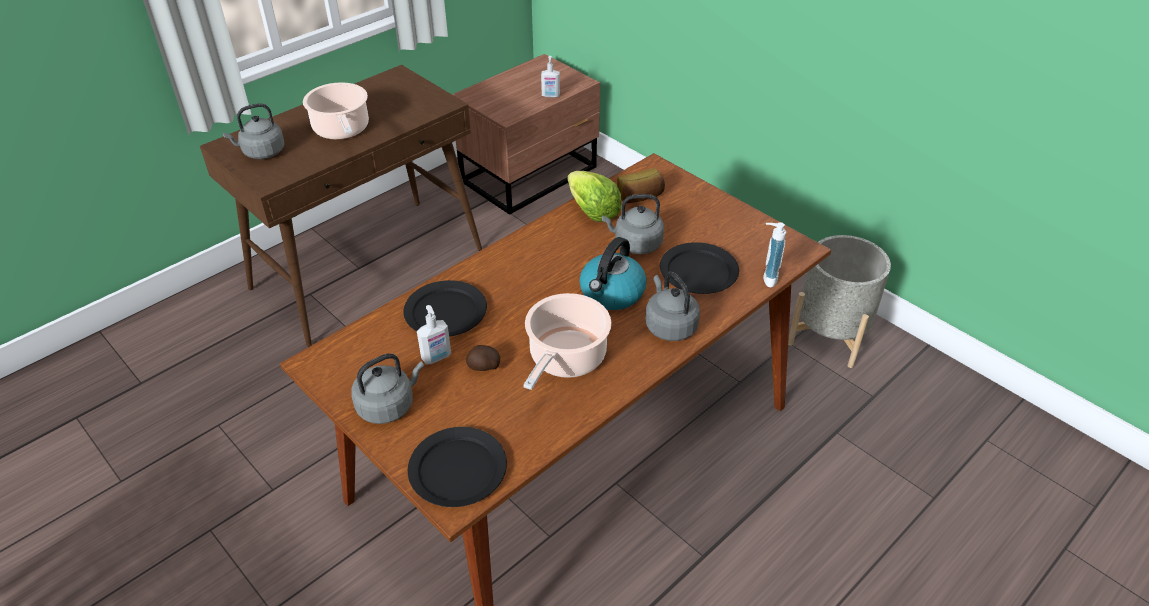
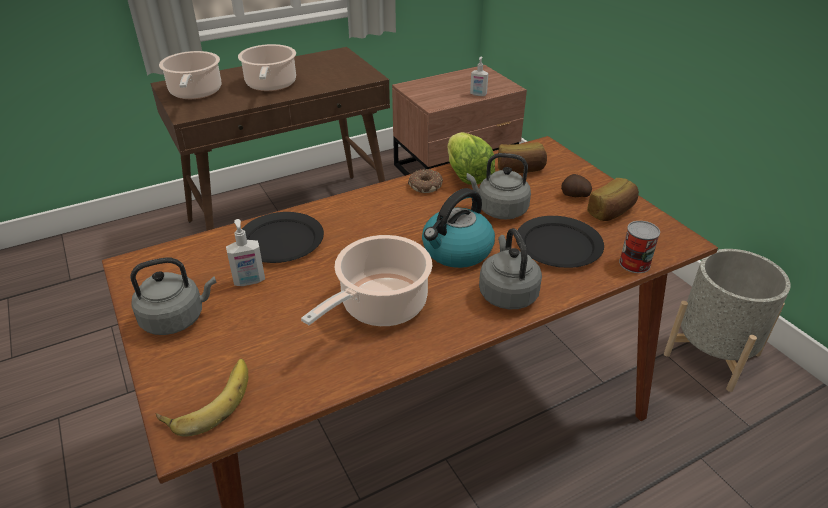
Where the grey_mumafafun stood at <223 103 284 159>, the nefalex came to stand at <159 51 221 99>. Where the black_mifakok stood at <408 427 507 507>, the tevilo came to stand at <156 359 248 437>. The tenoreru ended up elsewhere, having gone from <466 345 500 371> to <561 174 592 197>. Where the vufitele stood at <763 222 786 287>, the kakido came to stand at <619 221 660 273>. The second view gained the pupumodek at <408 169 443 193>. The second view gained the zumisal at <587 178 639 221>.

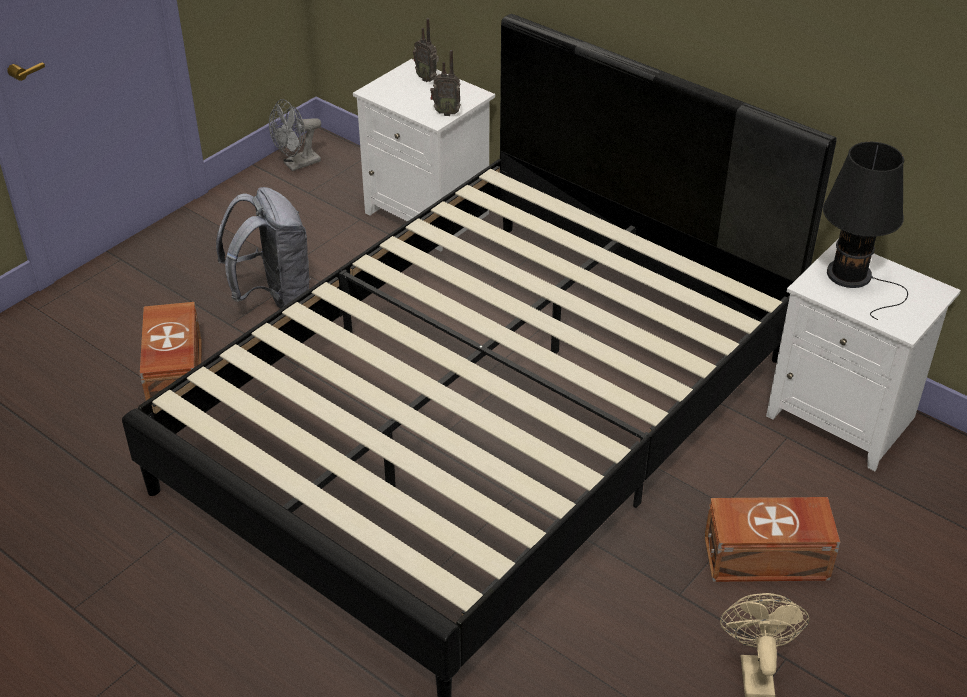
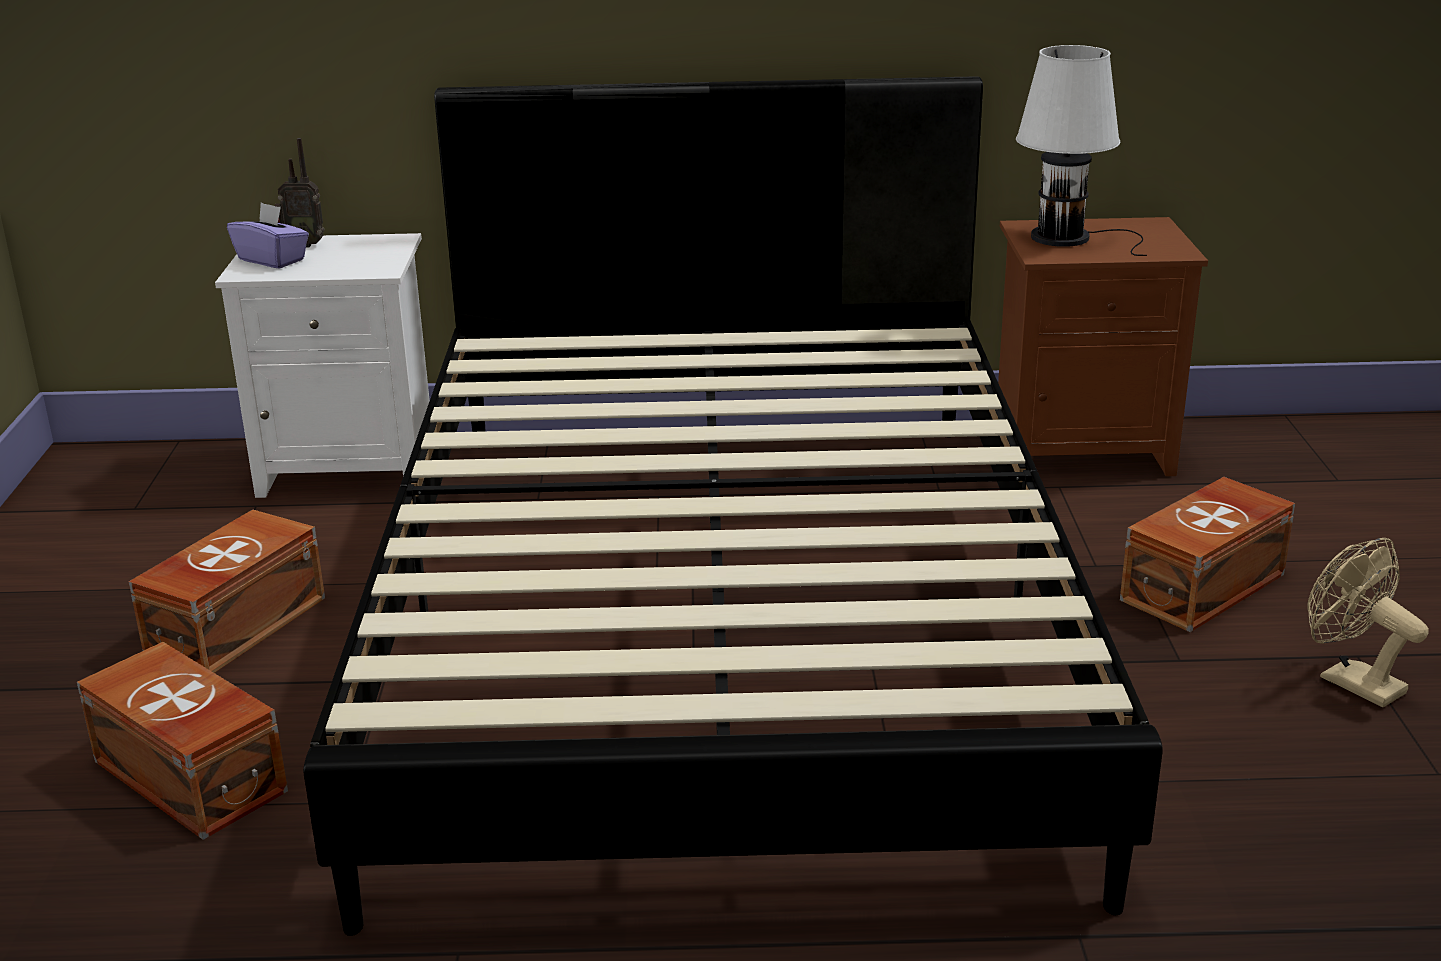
Where the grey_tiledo stood at <216 187 311 309>, the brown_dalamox came to stand at <129 510 325 673>. The second view lost the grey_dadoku at <269 99 321 171>. The second view lost the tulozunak at <430 50 461 116>. What was the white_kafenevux at <766 239 961 471> turned into the brown_kafenevux at <998 217 1208 476>. What was the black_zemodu at <823 142 908 320> turned into the white_zemodu at <1016 45 1147 256>. The second view gained the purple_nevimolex at <227 202 309 269>.

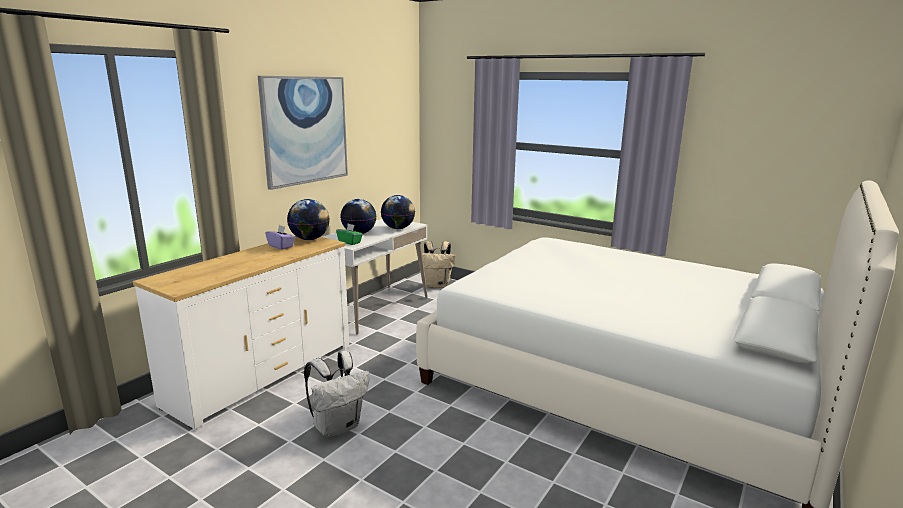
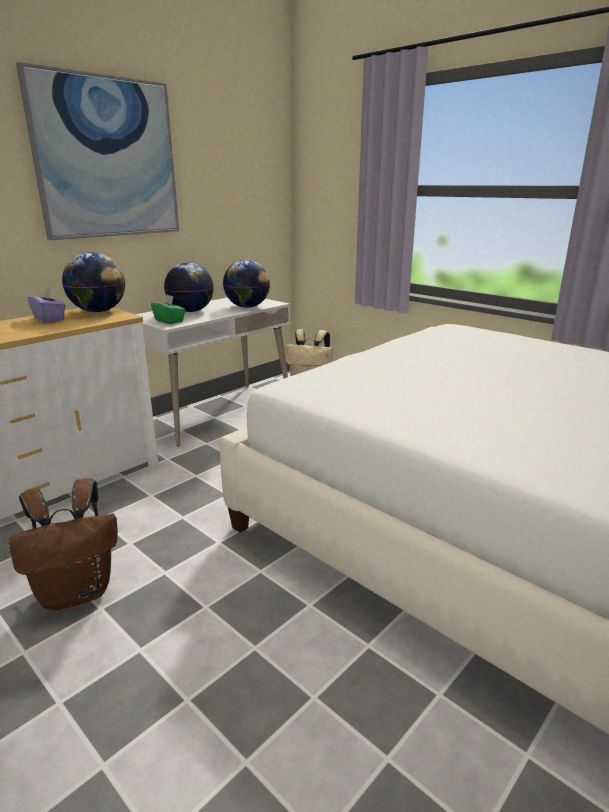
What was the white_tiledo at <304 351 370 437> turned into the brown_tiledo at <8 478 118 611>.

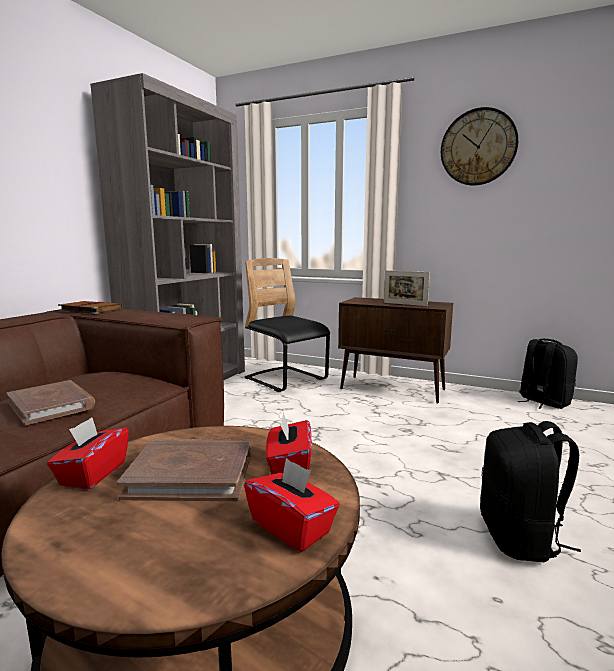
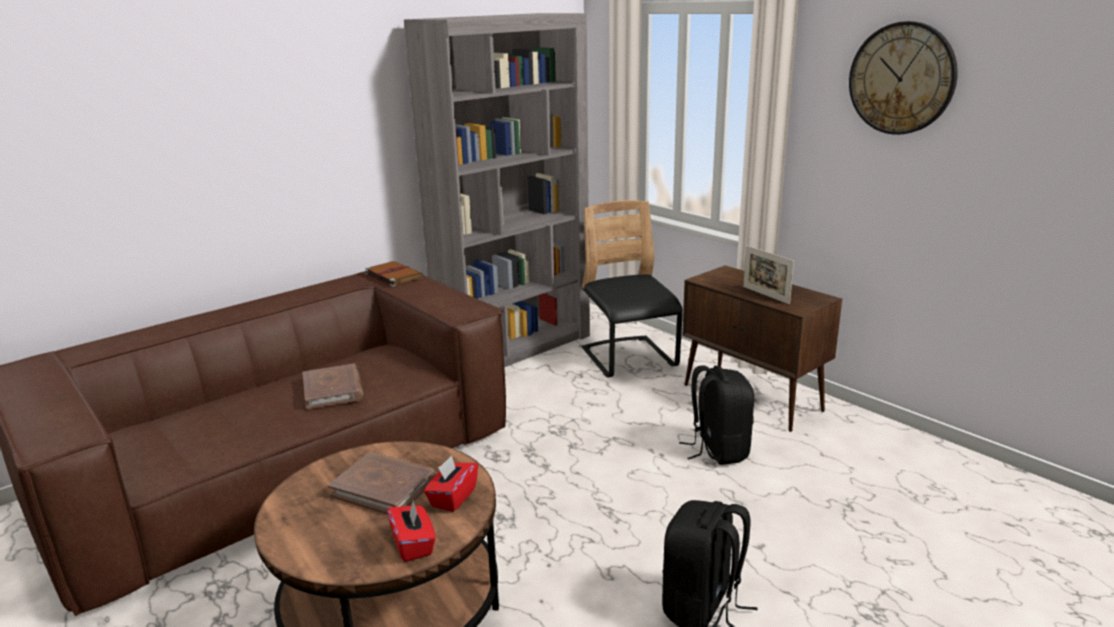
The second view lost the red_nevimolex at <47 417 129 489>. The black_tiledo ended up elsewhere, having gone from <518 339 578 409> to <679 365 754 465>.

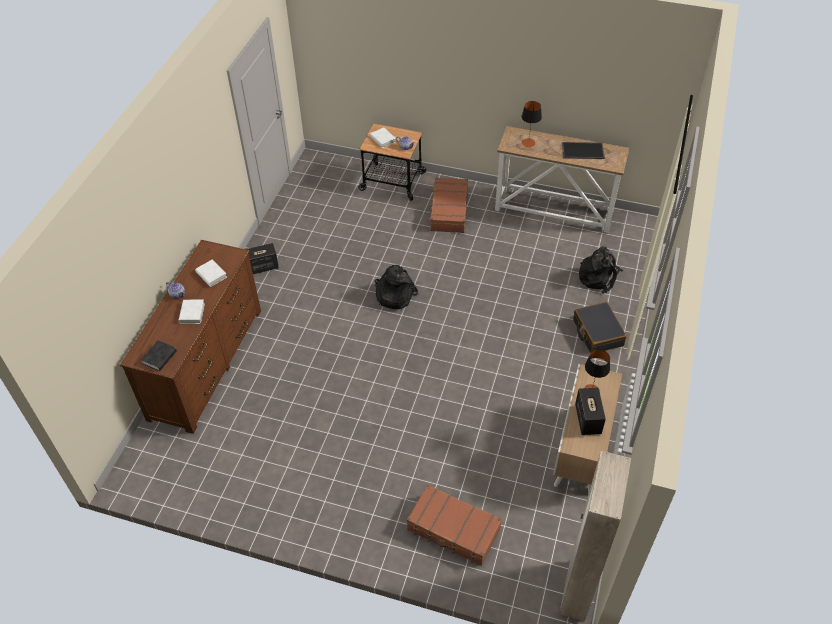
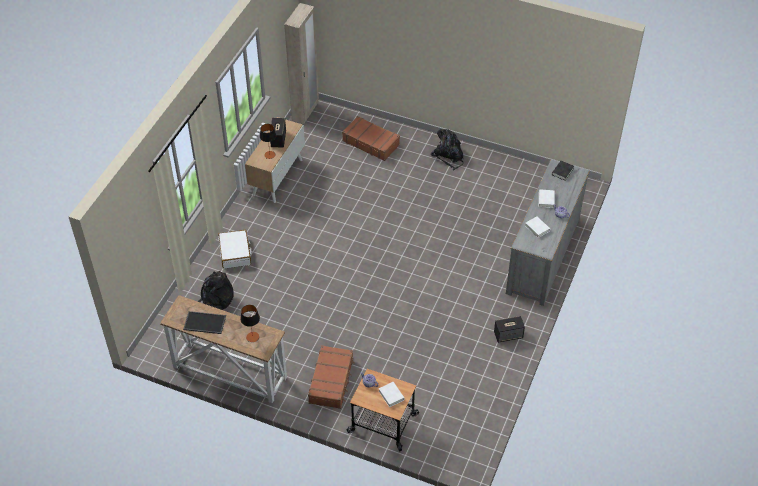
What was the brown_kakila at <120 240 261 434> turned into the grey_kakila at <506 160 590 306>. The black_tiledo ended up elsewhere, having gone from <374 265 418 309> to <431 129 464 170>. What was the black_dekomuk at <573 302 627 353> turned into the white_dekomuk at <218 230 252 269>.

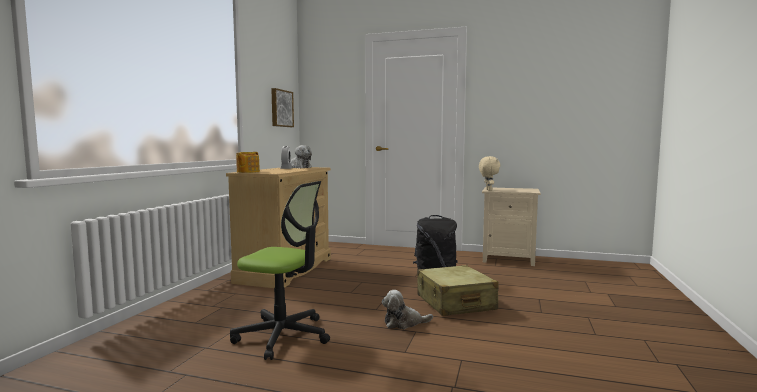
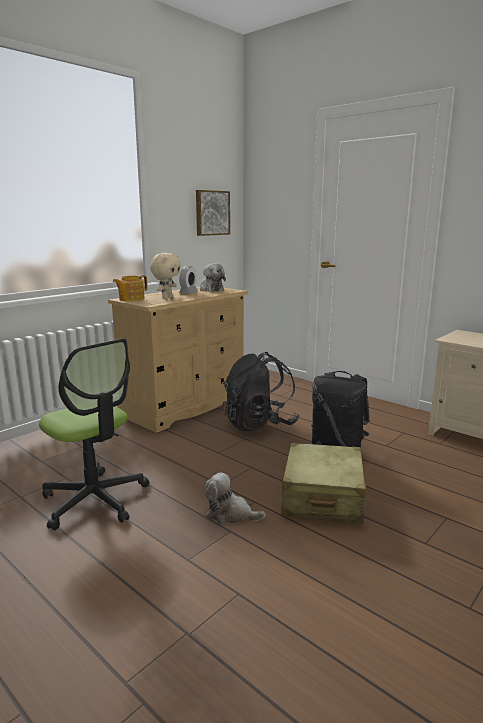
The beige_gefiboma ended up elsewhere, having gone from <479 156 500 191> to <150 253 181 299>. The second view gained the black_tiledo at <222 352 299 431>.

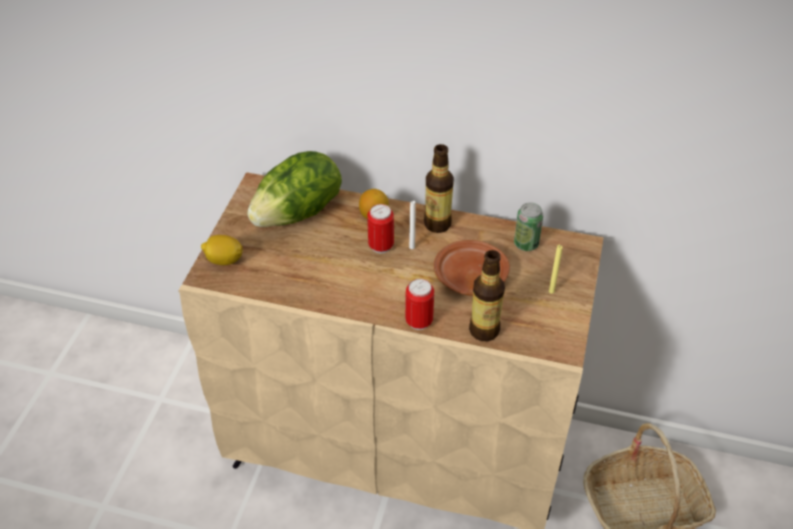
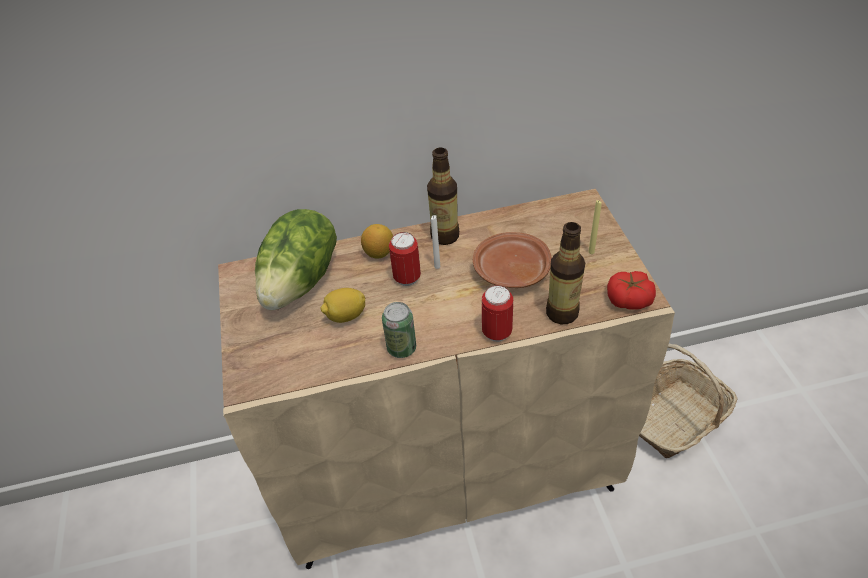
The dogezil ended up elsewhere, having gone from <201 235 243 265> to <321 288 365 323>. The kakido ended up elsewhere, having gone from <514 202 543 251> to <382 302 416 358>. The second view gained the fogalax at <607 271 656 310>.

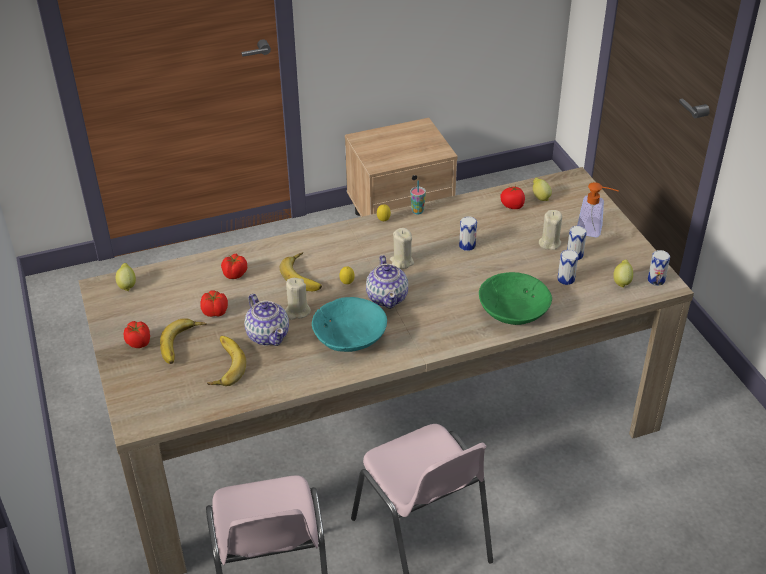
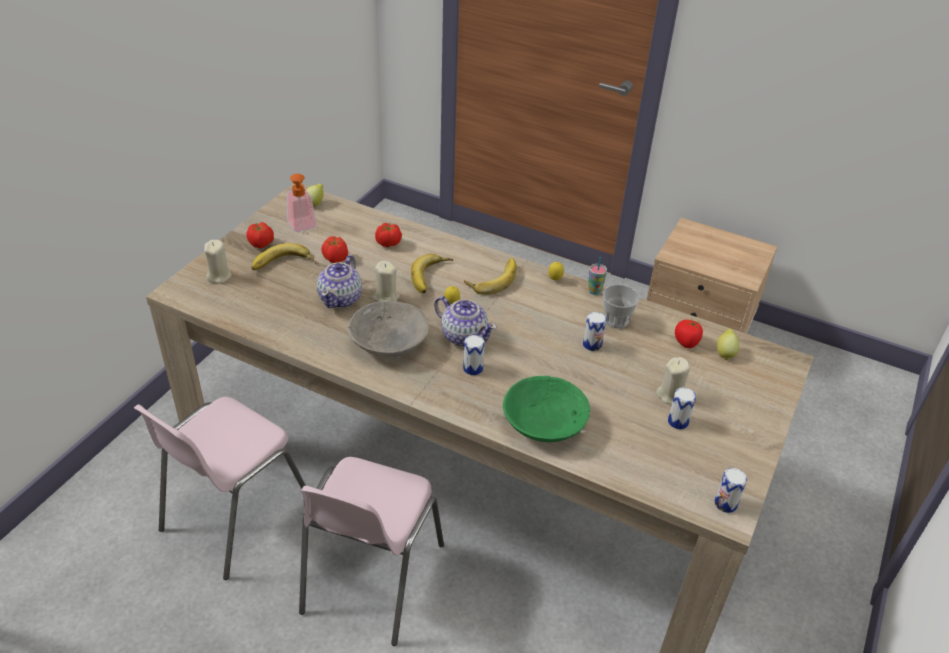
The tevilo ended up elsewhere, having gone from <207 336 246 386> to <464 258 517 295>. What was the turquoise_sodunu at <312 297 387 352> turned into the grey_sodunu at <348 301 429 357>. The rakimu at <366 255 408 309> ended up facing another way, 90 degrees counterclockwise from before. The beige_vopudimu ended up elsewhere, having gone from <390 228 414 269> to <204 240 232 284>. The kakido ended up elsewhere, having gone from <557 250 578 285> to <463 335 485 375>. The vufitele ended up elsewhere, having gone from <577 182 619 237> to <287 174 317 232>. The second view lost the dogezil at <613 260 633 288>. The second view gained the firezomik at <603 284 639 329>.

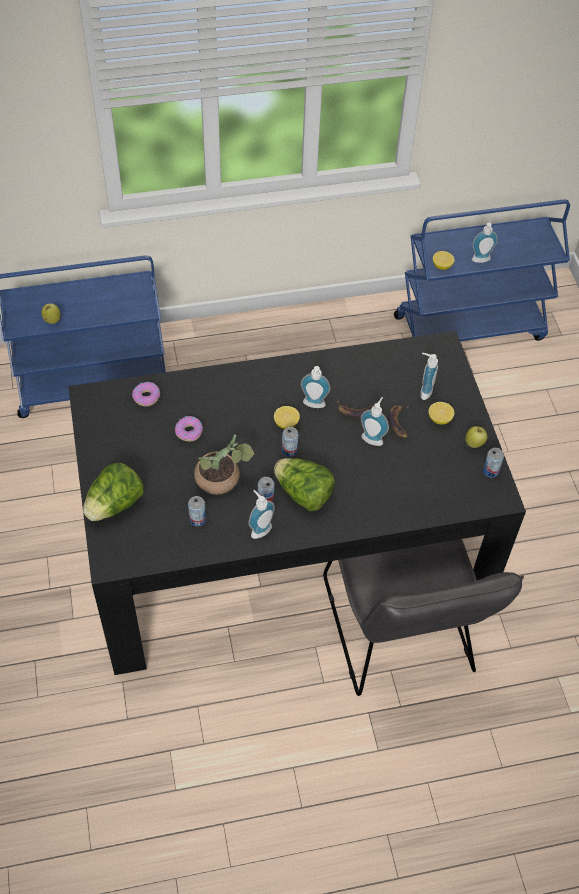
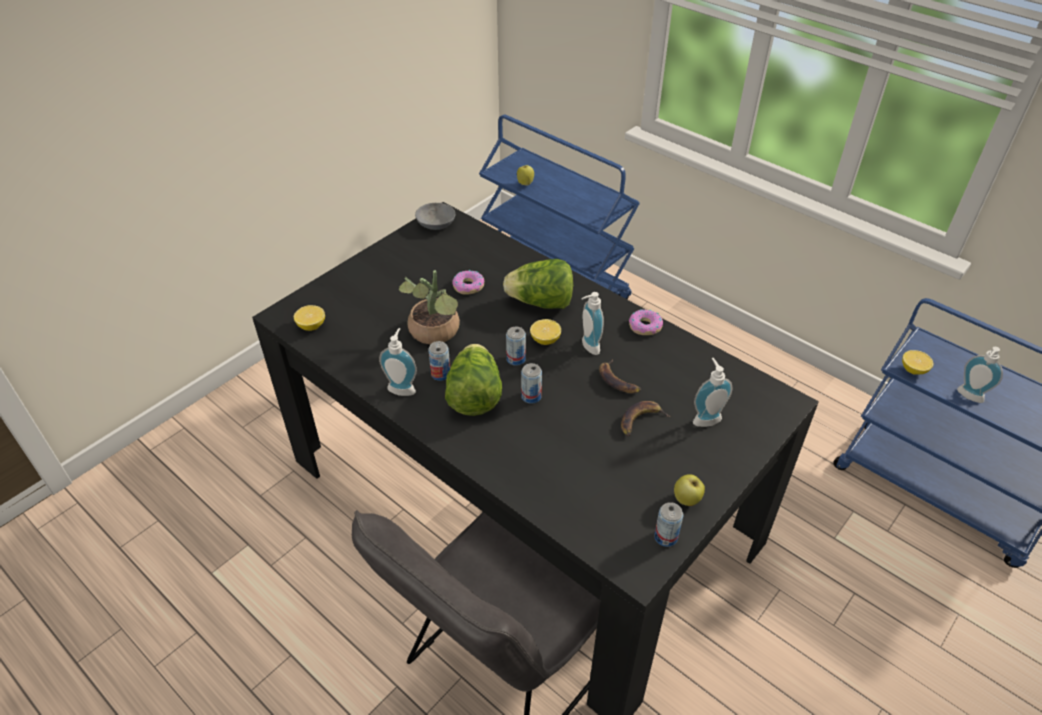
The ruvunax ended up elsewhere, having gone from <83 463 144 521> to <503 259 573 309>. The pupumodek ended up elsewhere, having gone from <132 381 160 406> to <629 309 663 335>. The kakido ended up elsewhere, having gone from <188 496 206 526> to <521 363 542 404>. The second view lost the vufitele at <361 397 389 446>. The dogezil ended up elsewhere, having gone from <428 402 454 425> to <294 305 325 331>. The second view gained the grey_sodunu at <415 203 455 230>.

